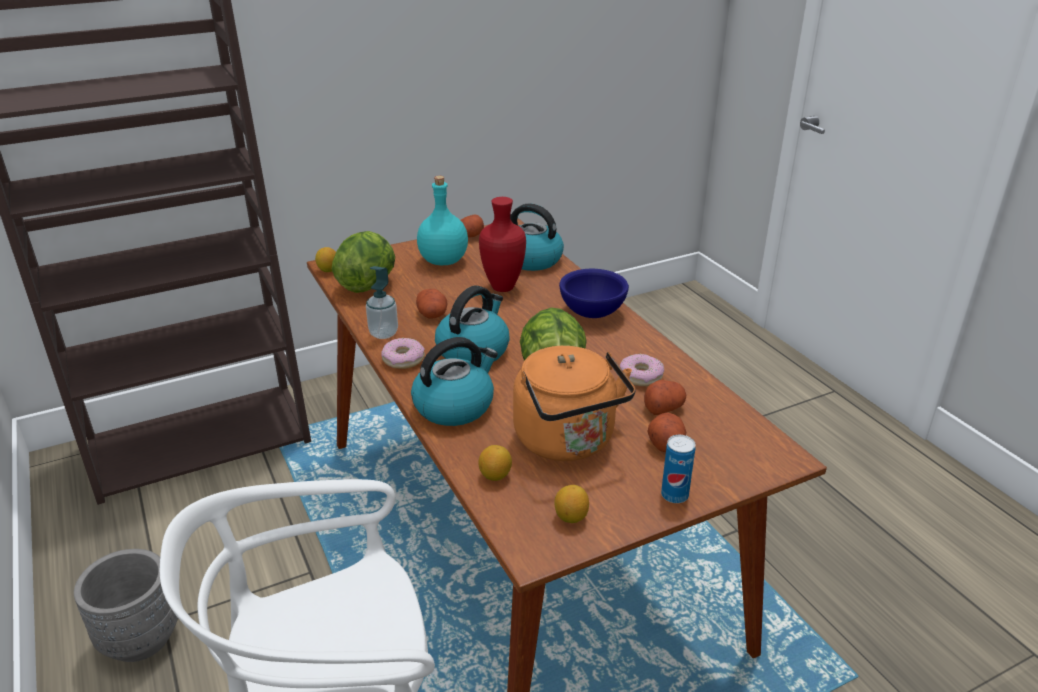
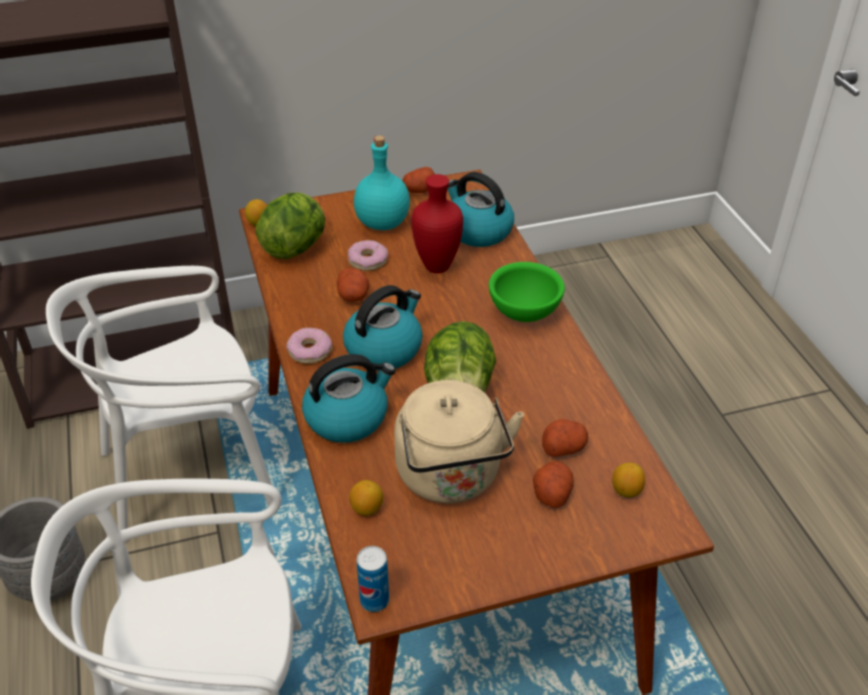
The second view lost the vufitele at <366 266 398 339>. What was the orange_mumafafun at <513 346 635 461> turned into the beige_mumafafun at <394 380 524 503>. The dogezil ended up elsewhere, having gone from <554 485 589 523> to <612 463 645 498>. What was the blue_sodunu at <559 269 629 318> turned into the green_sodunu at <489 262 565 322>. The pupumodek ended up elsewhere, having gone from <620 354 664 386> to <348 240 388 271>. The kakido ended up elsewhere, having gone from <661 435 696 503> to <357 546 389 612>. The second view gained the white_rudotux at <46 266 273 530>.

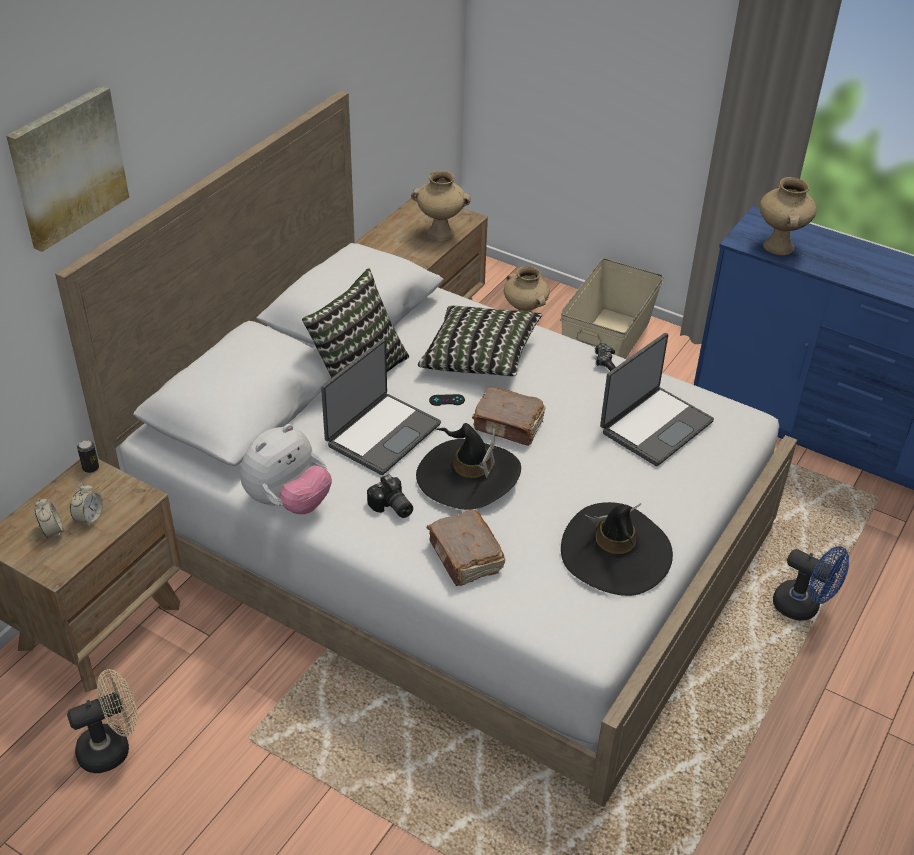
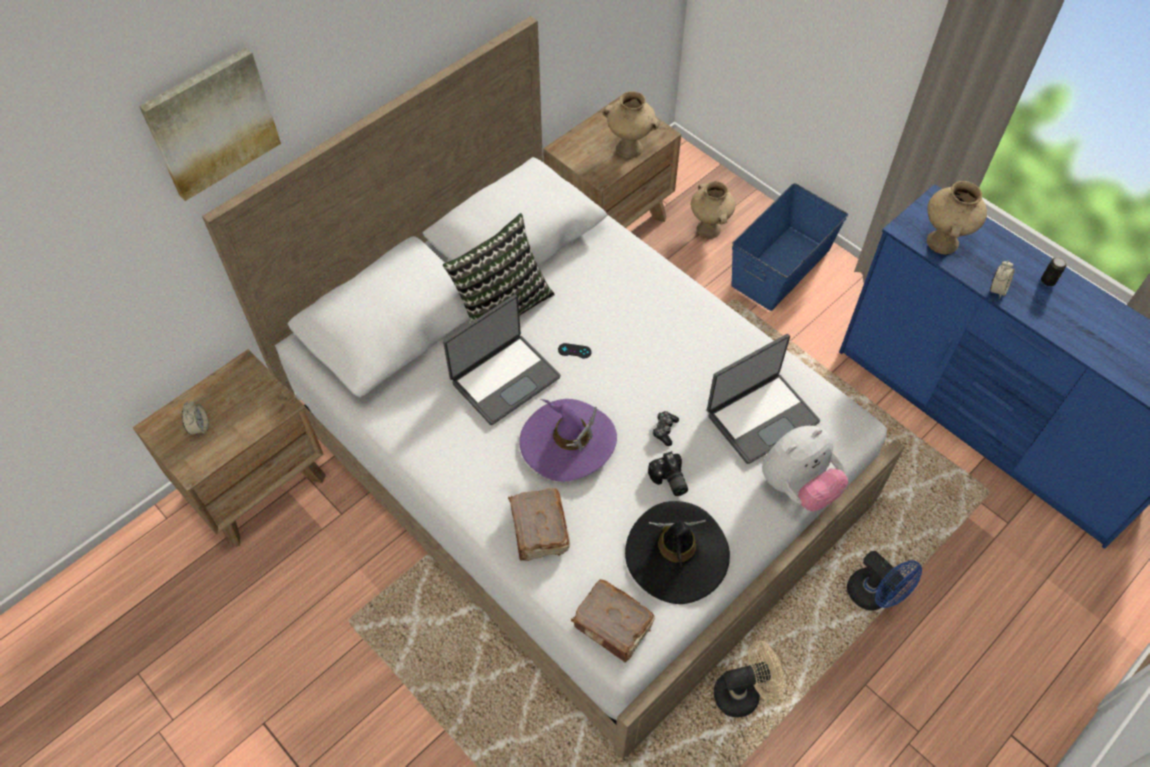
The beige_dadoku ended up elsewhere, having gone from <67 669 137 773> to <714 640 784 717>. The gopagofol ended up elsewhere, having gone from <70 483 103 527> to <990 260 1015 299>. The kakido ended up elsewhere, having gone from <77 440 99 473> to <1041 257 1067 286>. The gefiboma ended up elsewhere, having gone from <240 424 332 514> to <762 426 848 511>. The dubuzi ended up elsewhere, having gone from <367 474 413 518> to <648 451 688 496>. What was the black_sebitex at <416 423 521 510> turned into the purple_sebitex at <519 399 617 482>. The second view lost the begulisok at <418 306 542 376>. The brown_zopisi ended up elsewhere, having gone from <472 387 545 446> to <571 579 655 662>. What was the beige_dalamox at <561 258 664 359> turned into the blue_dalamox at <731 183 848 311>. The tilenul ended up elsewhere, having gone from <595 343 616 371> to <653 411 679 446>.

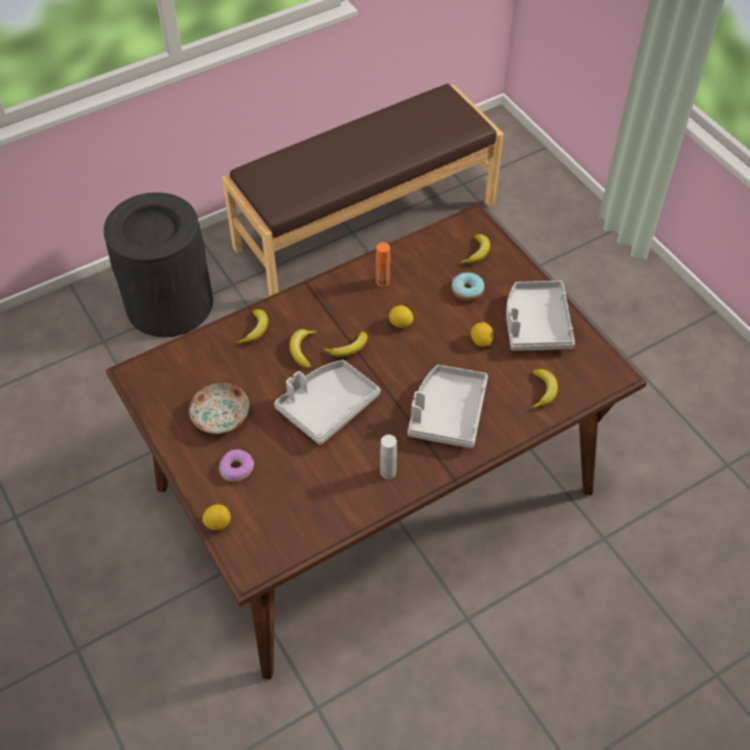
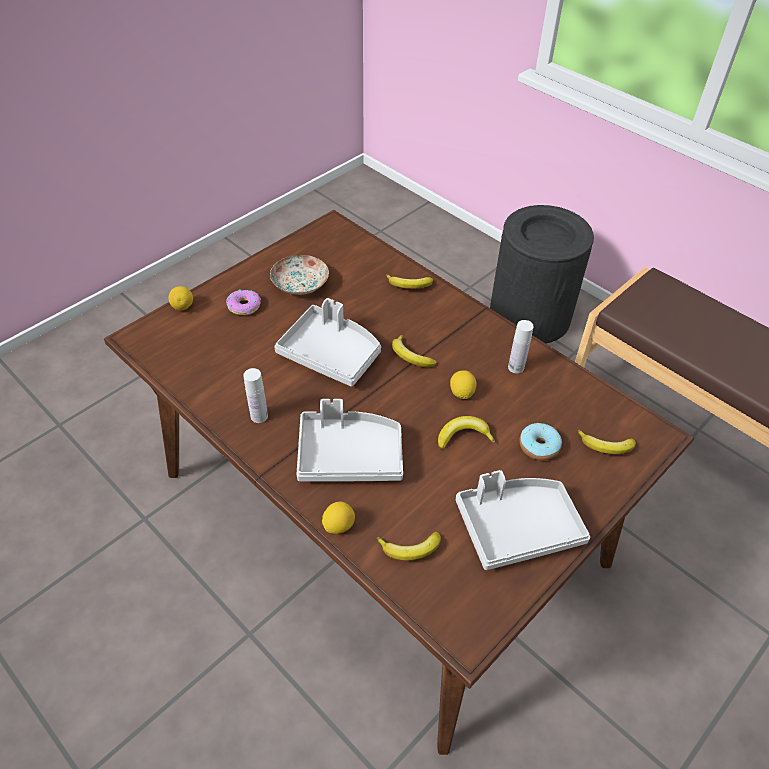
The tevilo ended up elsewhere, having gone from <290 329 317 369> to <438 416 495 449>. What was the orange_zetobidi at <376 242 390 287> turned into the white_zetobidi at <508 320 534 374>. The dogezil ended up elsewhere, having gone from <471 322 494 347> to <322 501 355 534>.

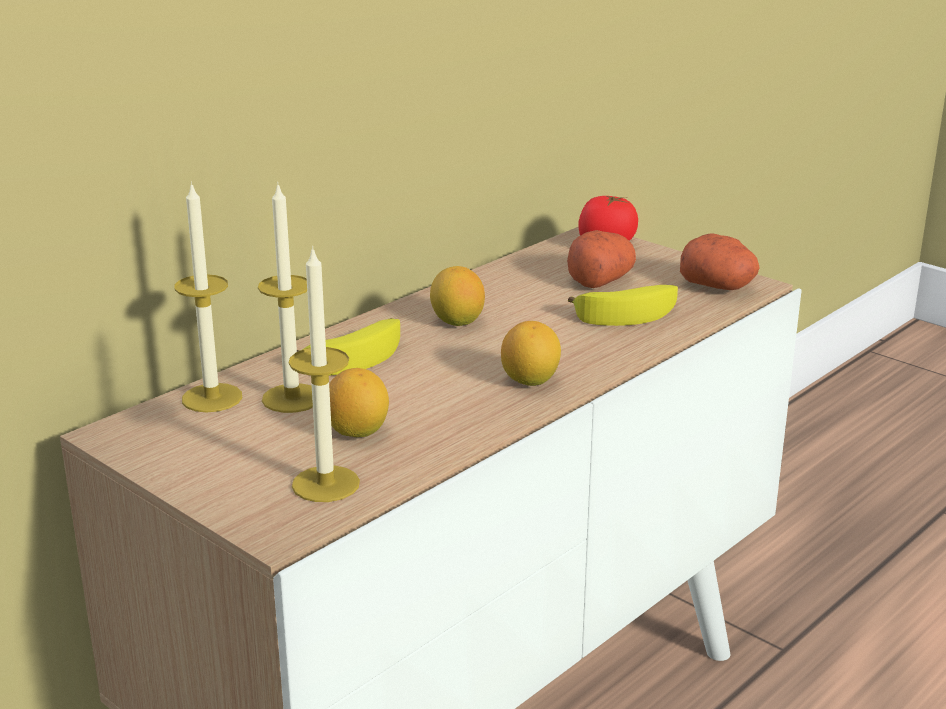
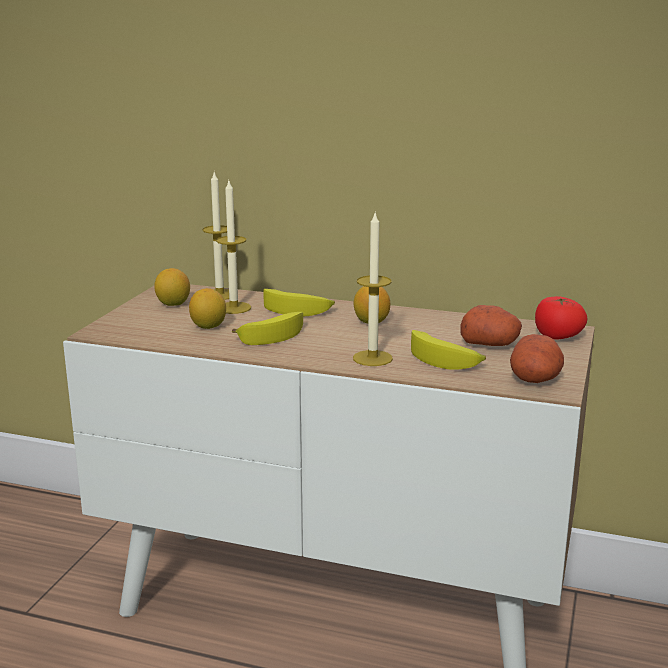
The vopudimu ended up elsewhere, having gone from <289 246 360 502> to <353 211 393 366>. The dogezil ended up elsewhere, having gone from <501 321 561 386> to <154 268 190 306>. The second view gained the tevilo at <232 312 303 345>.

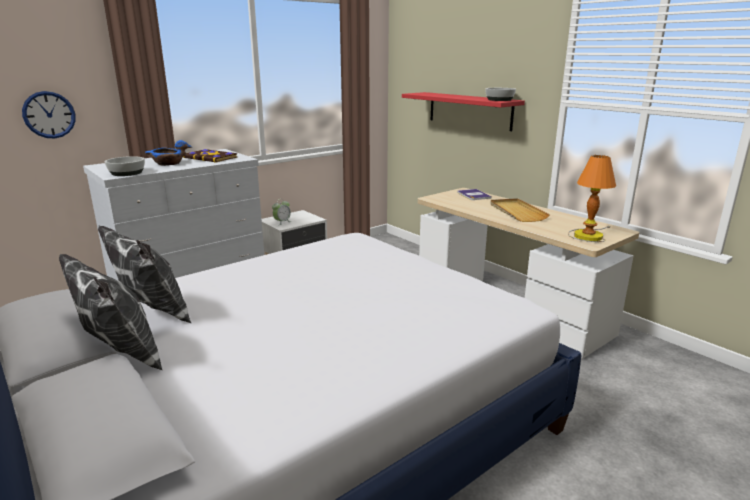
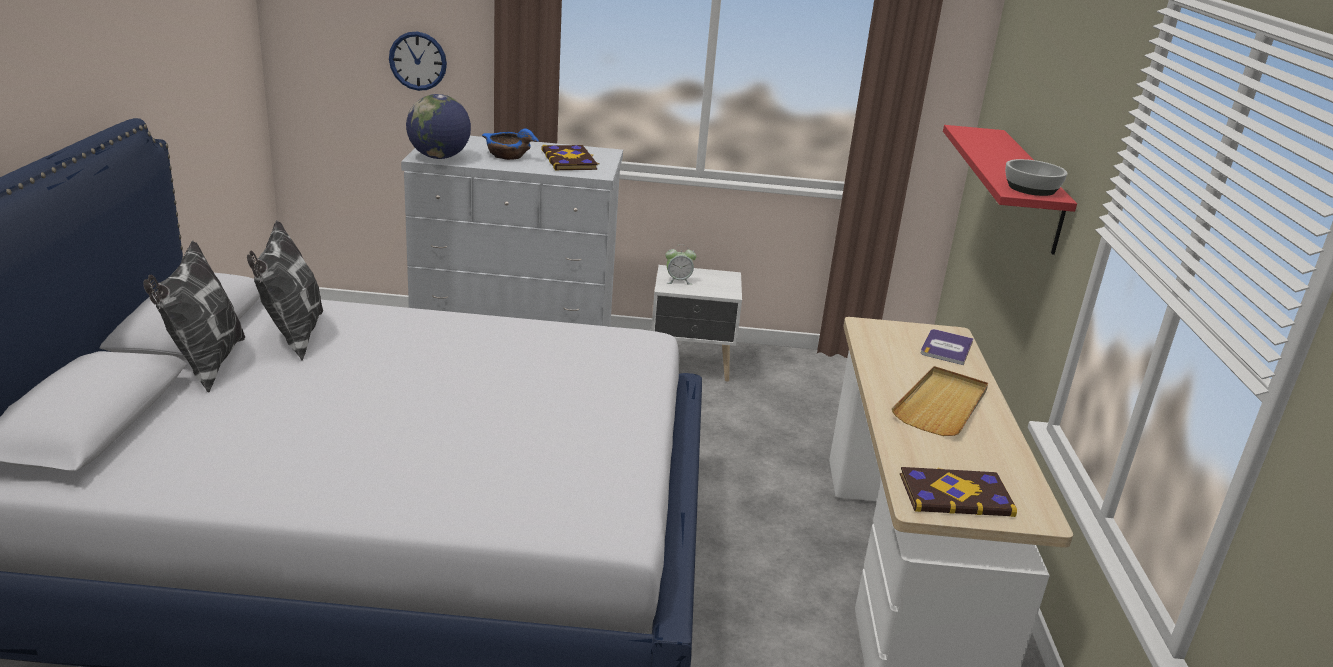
Where the sodunu stood at <105 156 145 176>, the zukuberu came to stand at <406 94 471 159>. Where the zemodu stood at <568 155 616 242>, the zopisi came to stand at <900 467 1017 517>.

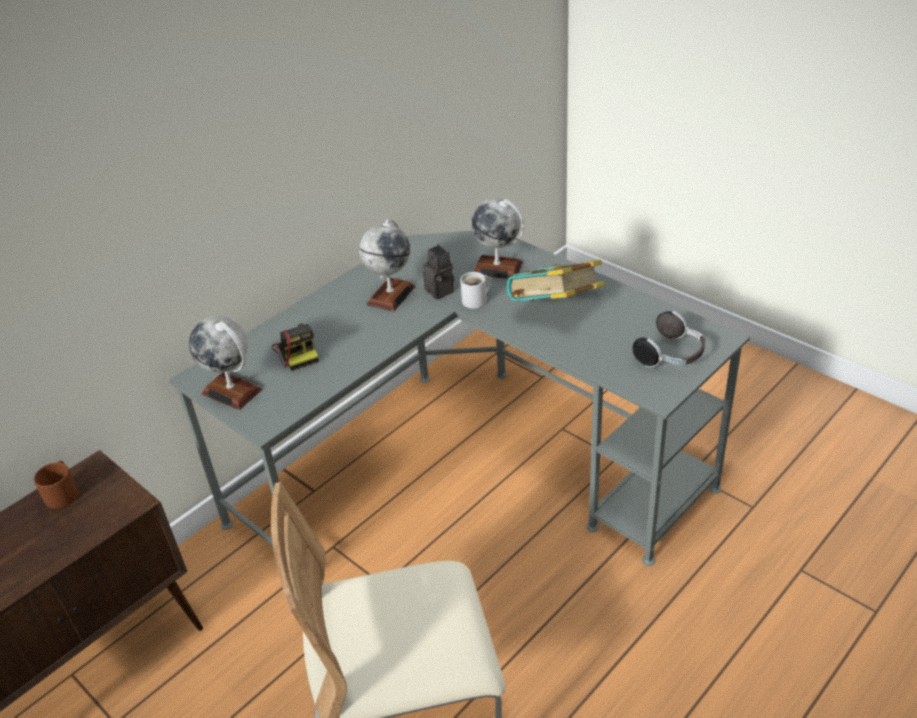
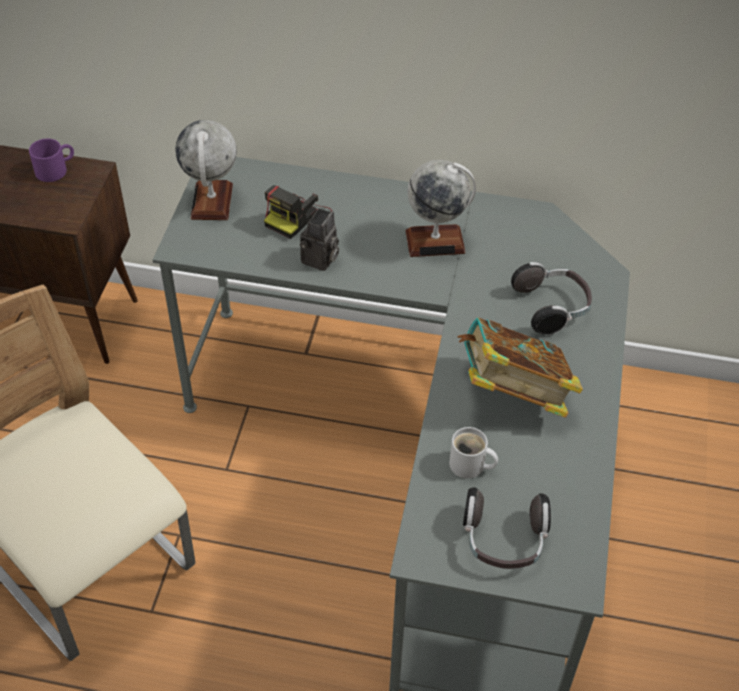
What was the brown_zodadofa at <34 461 78 509> turned into the purple_zodadofa at <29 139 74 182>. The dubuzi ended up elsewhere, having gone from <423 244 455 299> to <300 208 339 271>. The white_zodadofa ended up elsewhere, having gone from <460 272 491 309> to <449 427 498 479>. Where the zukuberu stood at <471 198 524 279>, the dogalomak came to stand at <511 262 592 335>.

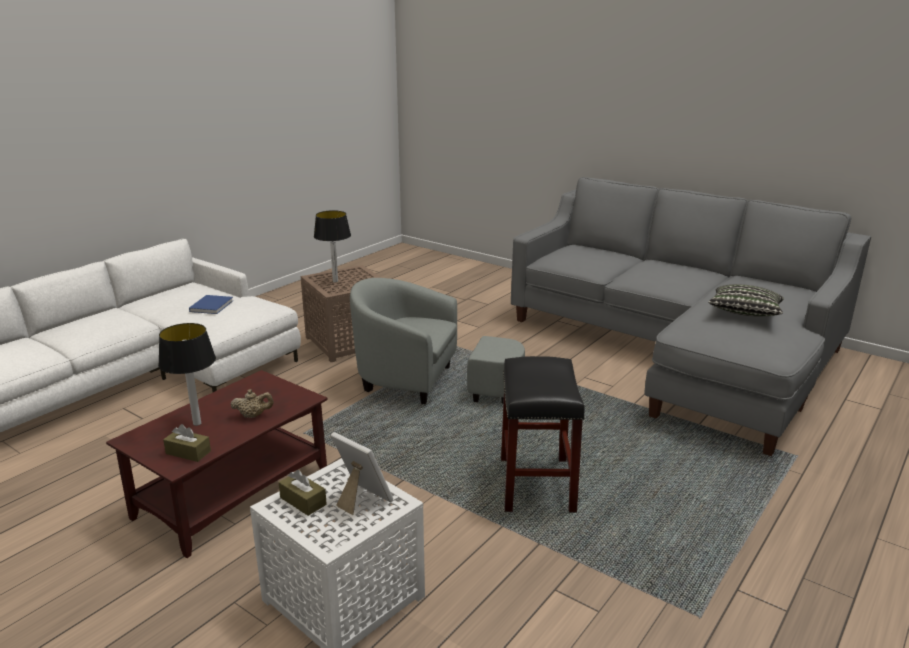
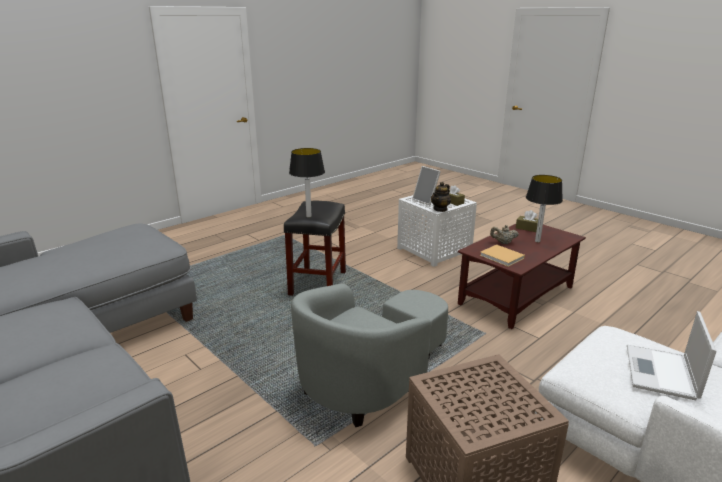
Where the blue_zopisi stood at <189 295 233 314>, the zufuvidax came to stand at <627 311 716 400>. The zemodu ended up elsewhere, having gone from <314 210 351 282> to <289 148 325 217>. The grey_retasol at <350 278 525 404> ended up facing another way, 105 degrees clockwise from before. The second view lost the begulisok at <708 284 784 316>. The second view gained the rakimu at <431 182 451 212>. The second view gained the beige_zopisi at <480 245 525 267>.

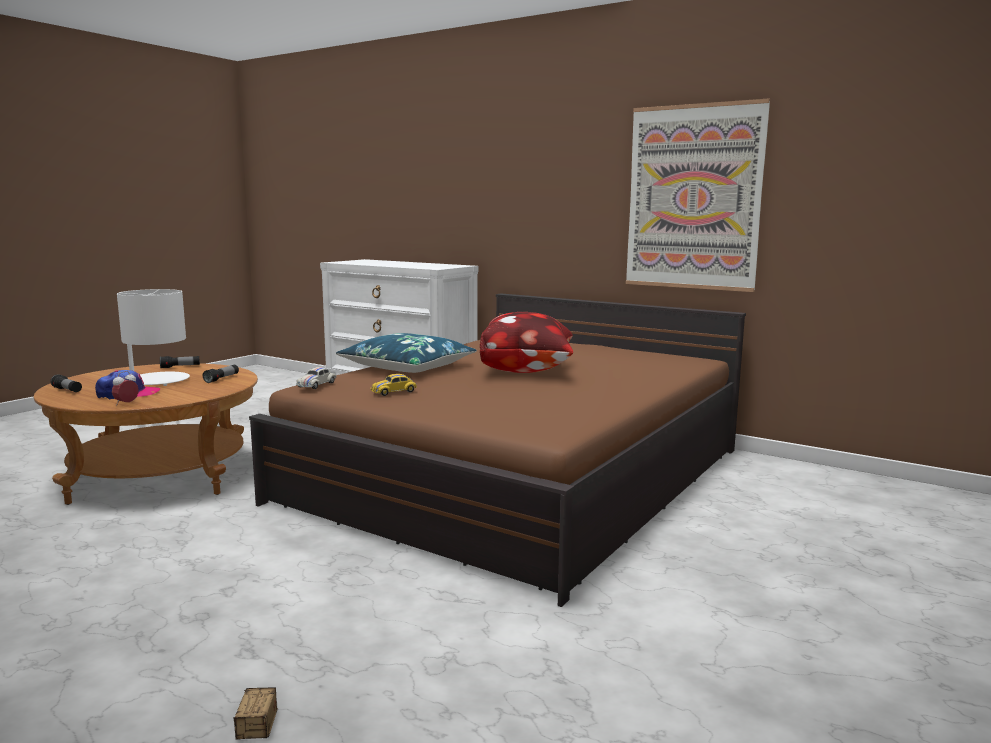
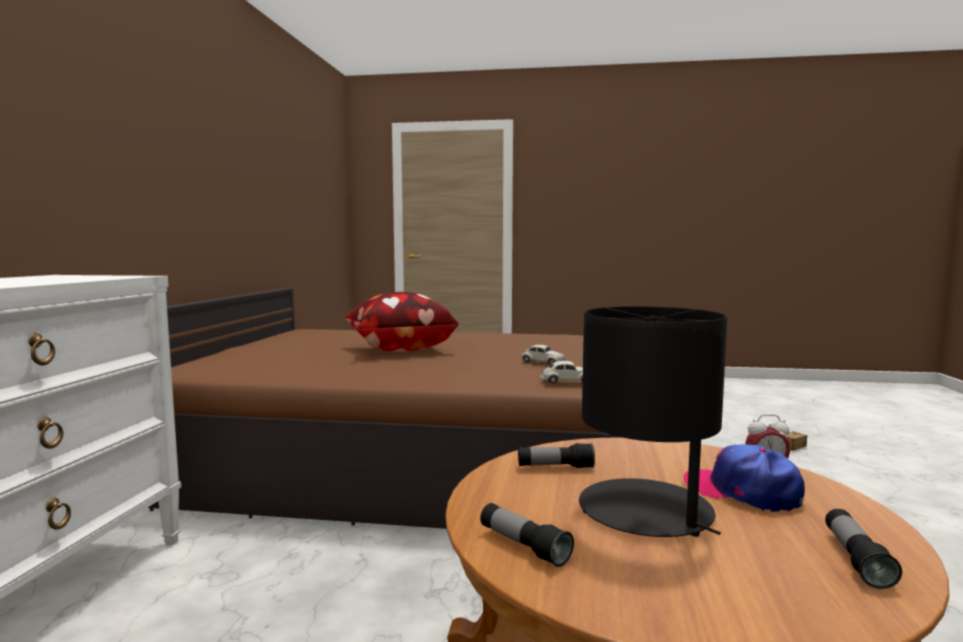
What was the white_zemodu at <117 289 190 386> turned into the black_zemodu at <579 306 728 537>. The second view lost the blue_begulisok at <336 333 477 373>. What was the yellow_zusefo at <371 374 417 396> turned into the white_zusefo at <521 345 566 365>. The second view lost the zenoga at <626 98 770 292>.

